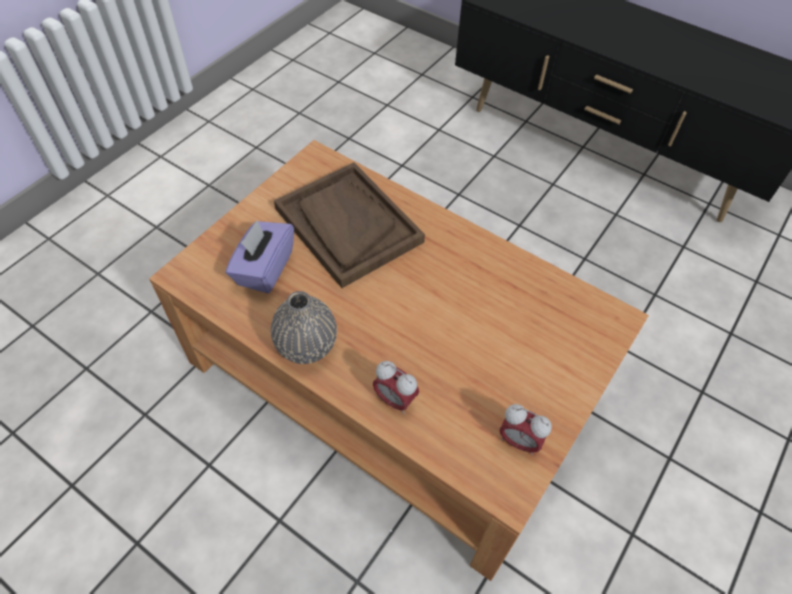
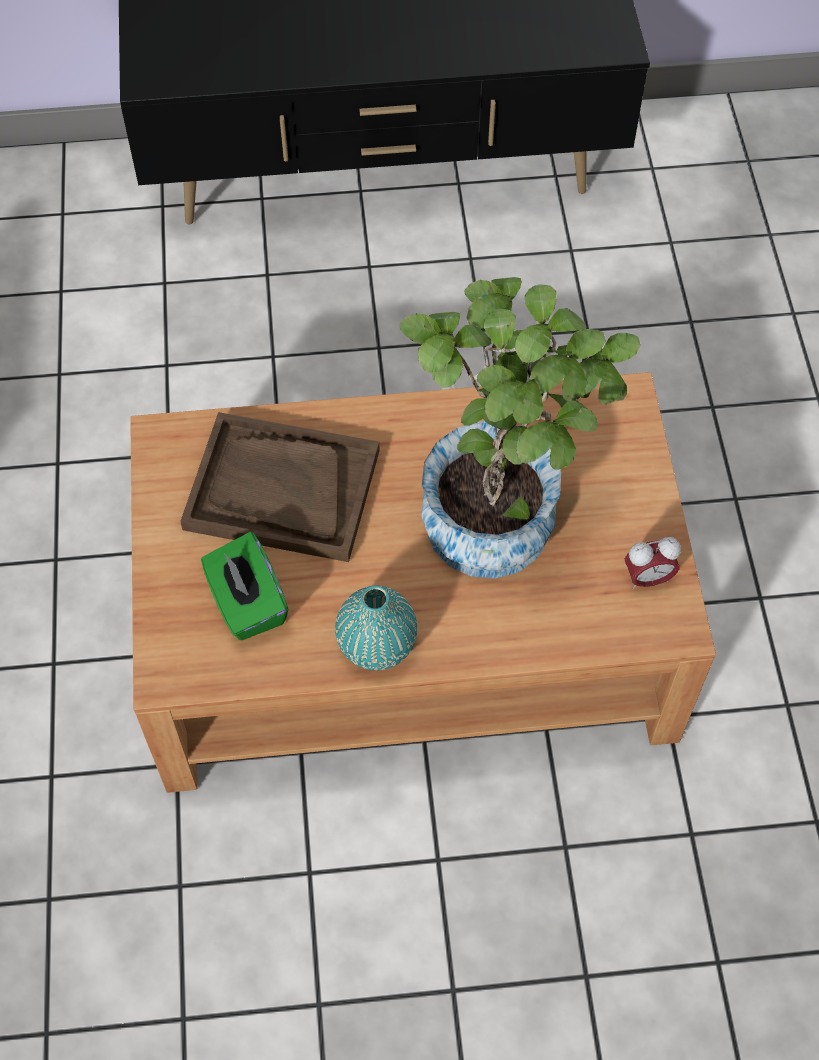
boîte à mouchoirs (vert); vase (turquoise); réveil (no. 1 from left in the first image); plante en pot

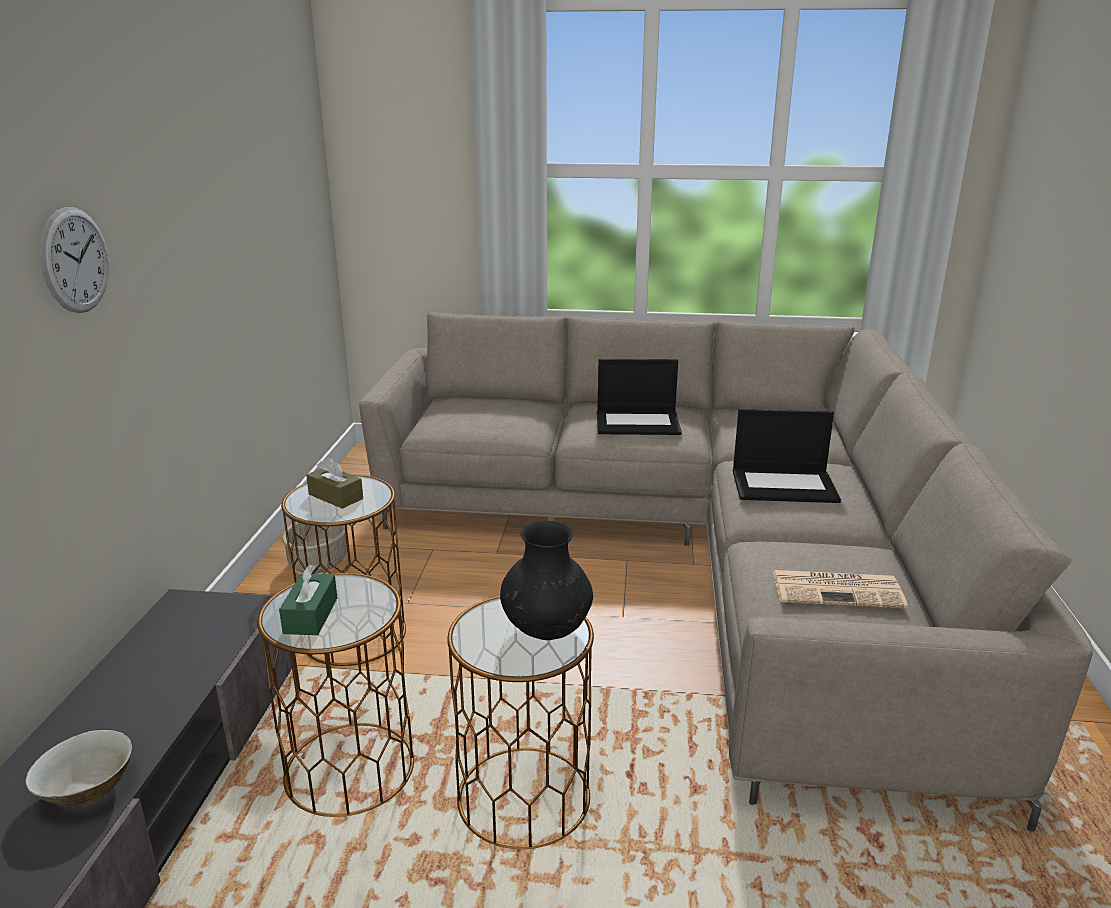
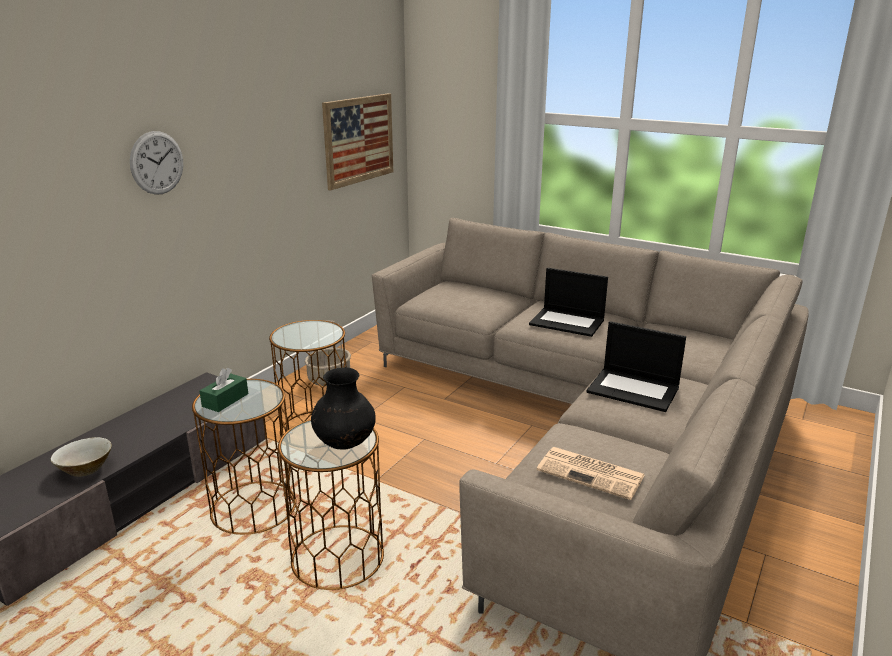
boîte à mouchoirs (marron); tableau

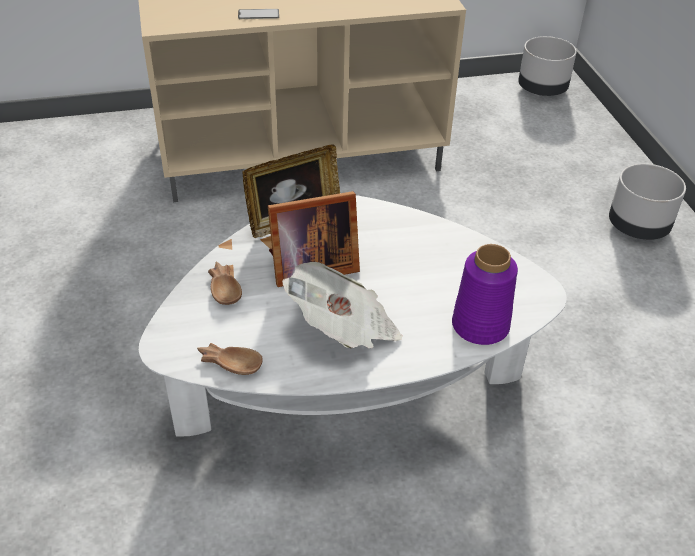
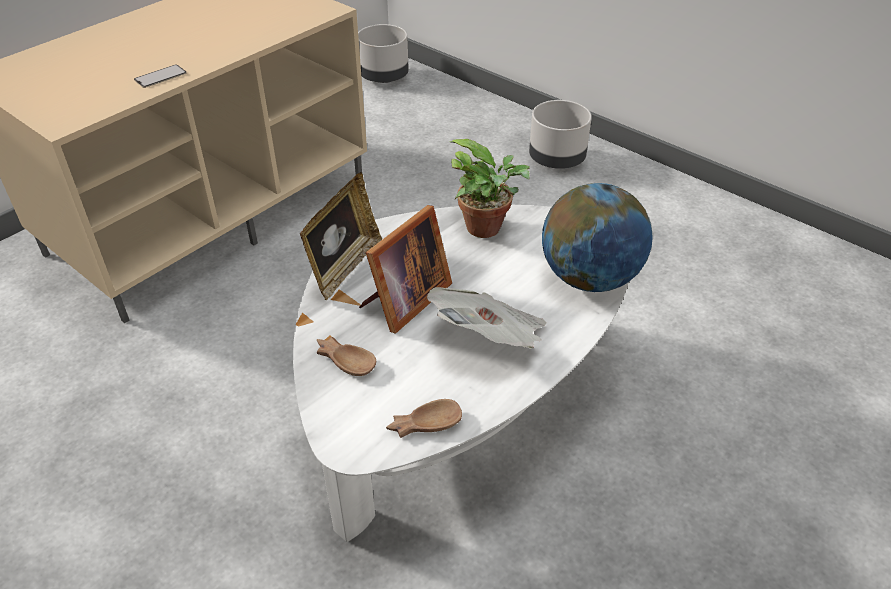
globe; plante en pot

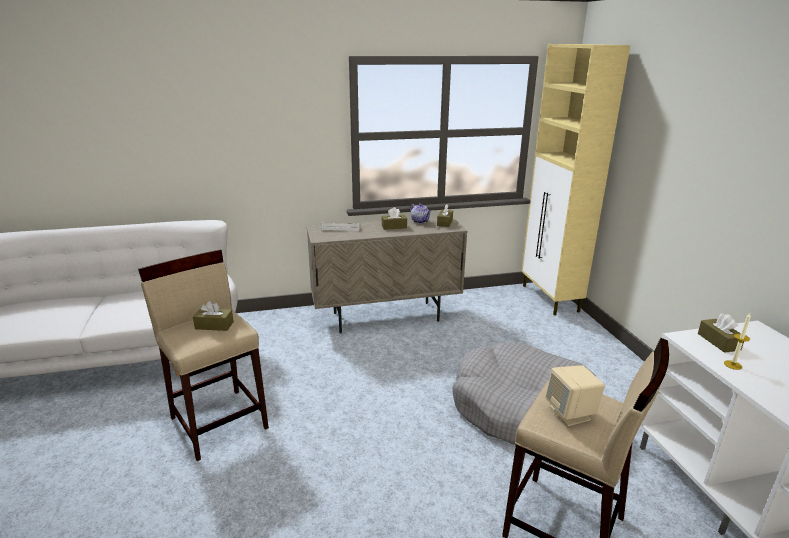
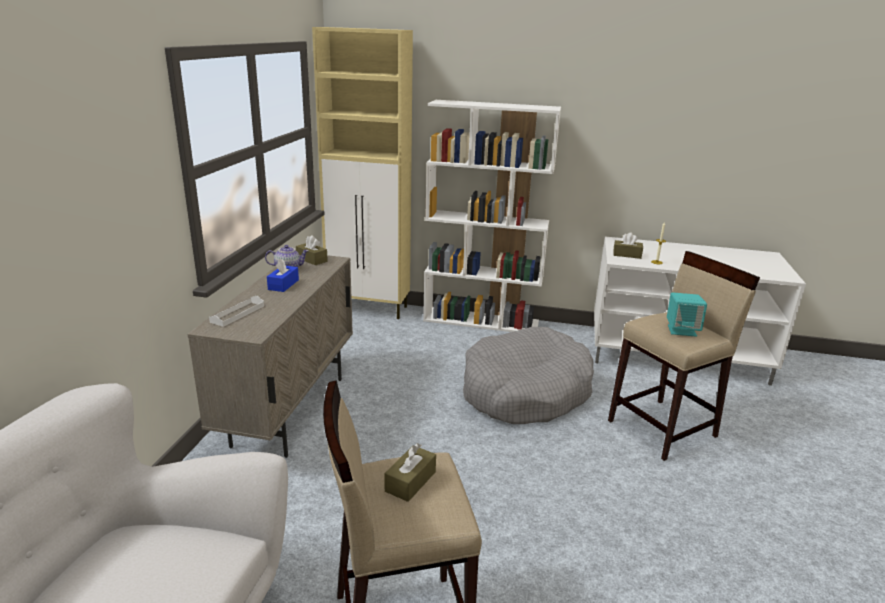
boîte à mouchoirs (bleu); enceinte (turquoise); bibliothèque (blanc)

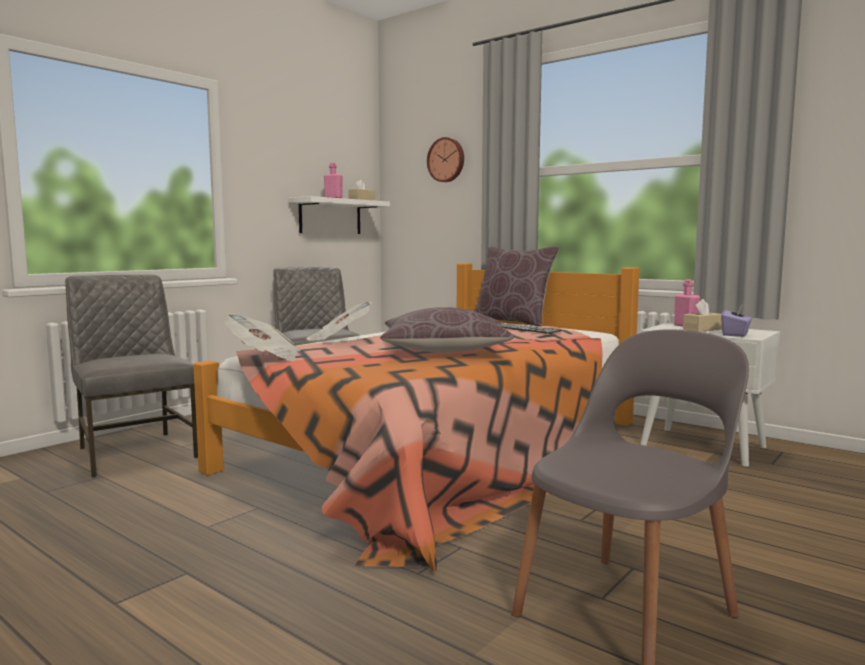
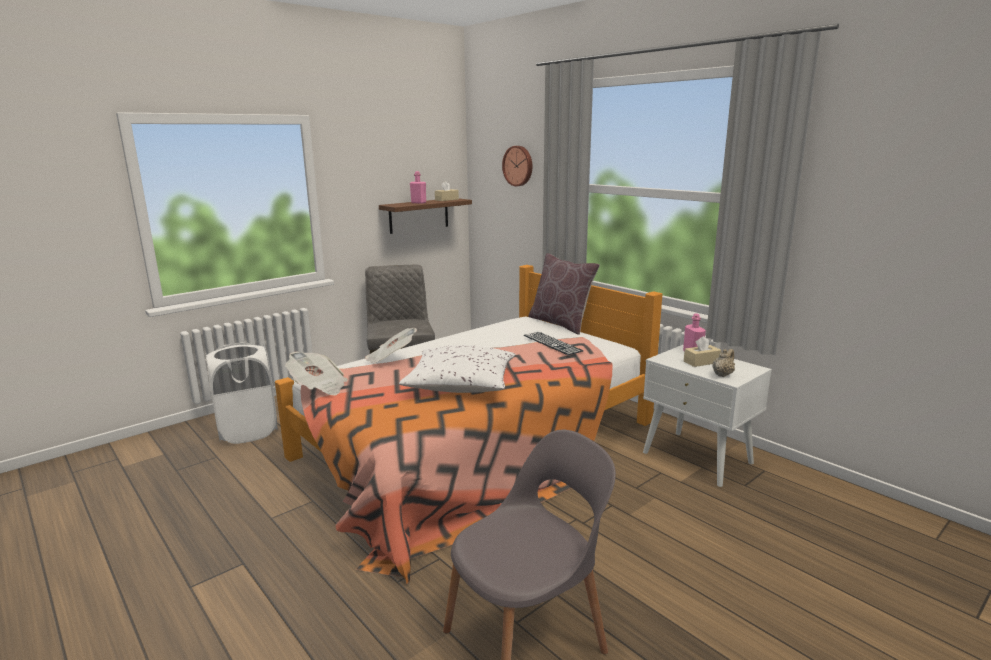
étagère (marron); panier à linge (blanc); théière (beige); coussin (blanc)

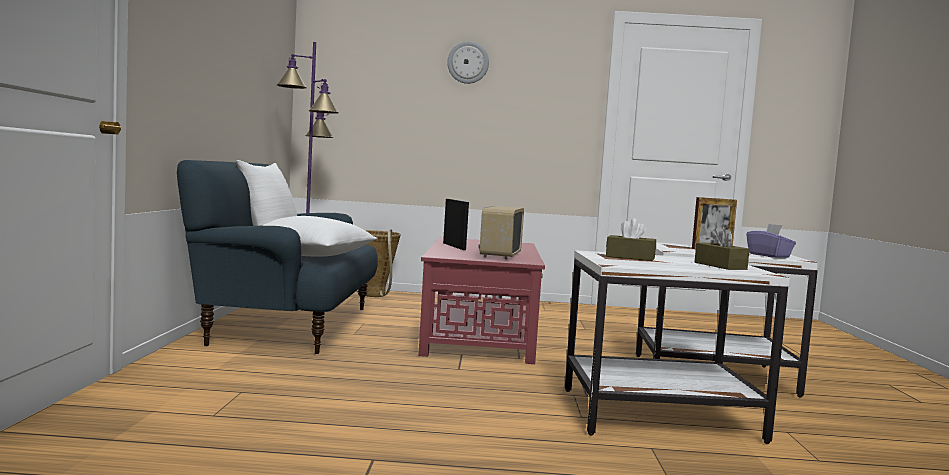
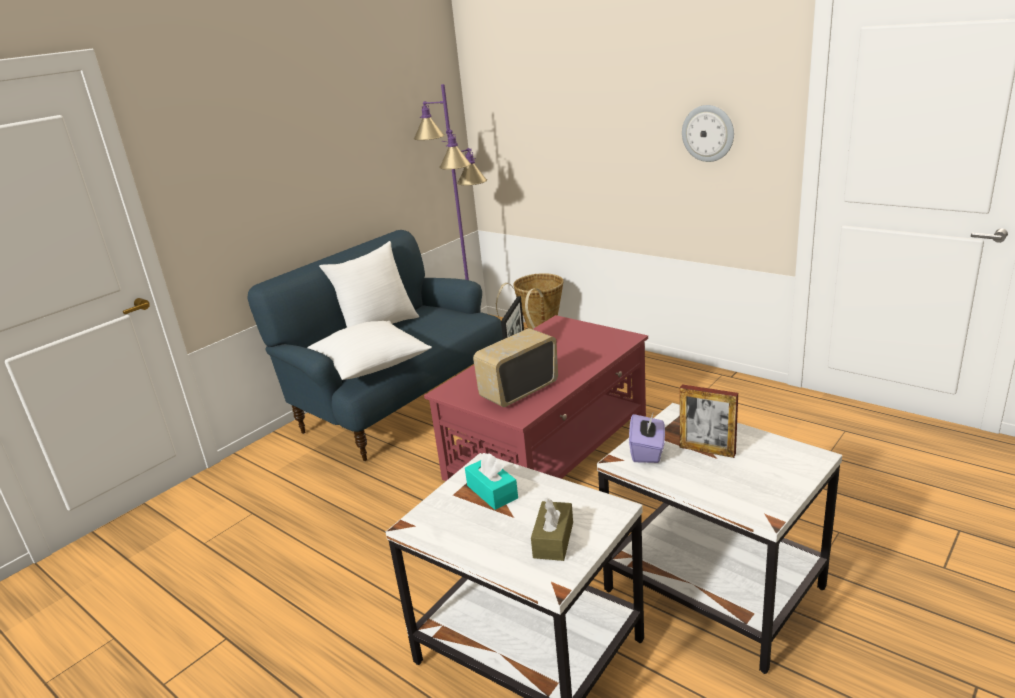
horloge murale; boîte à mouchoirs (turquoise); boîte à mouchoirs (violet)

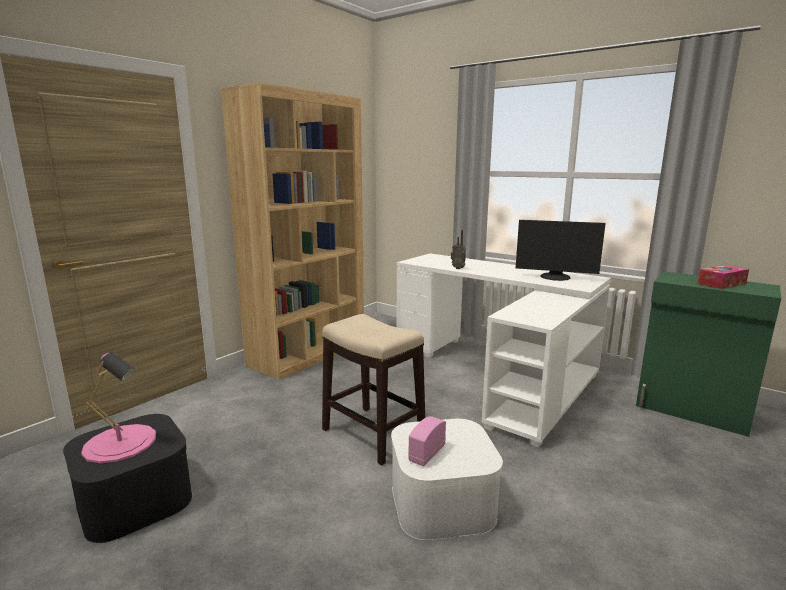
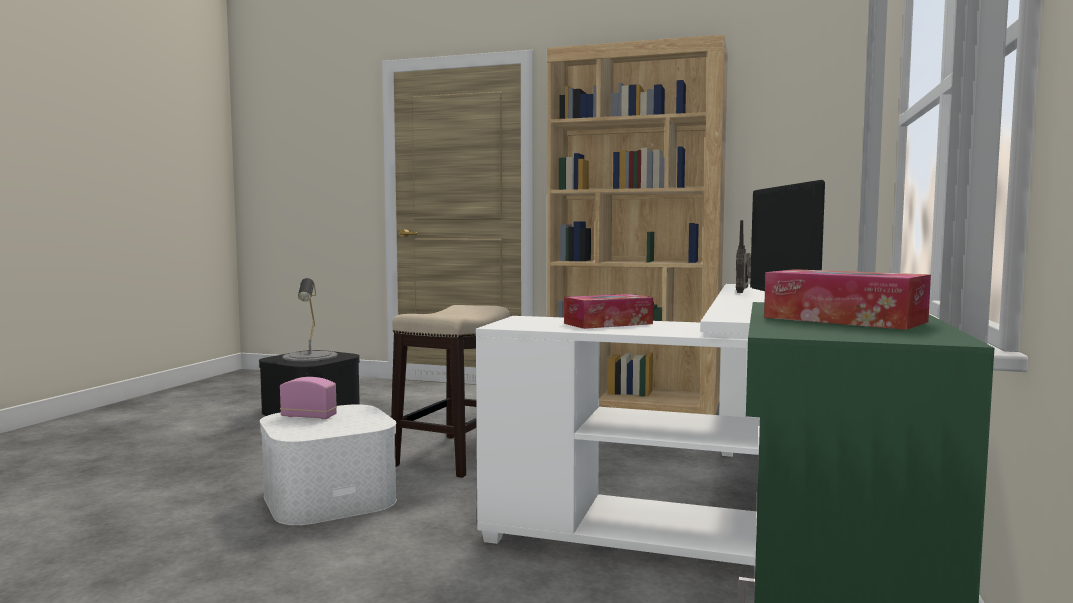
lampe de table (gris); boîte à mouchoirs (no. 1 from left)

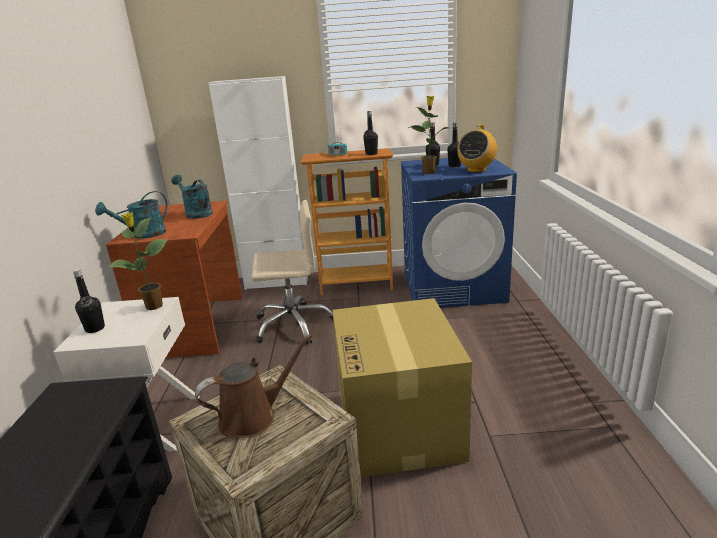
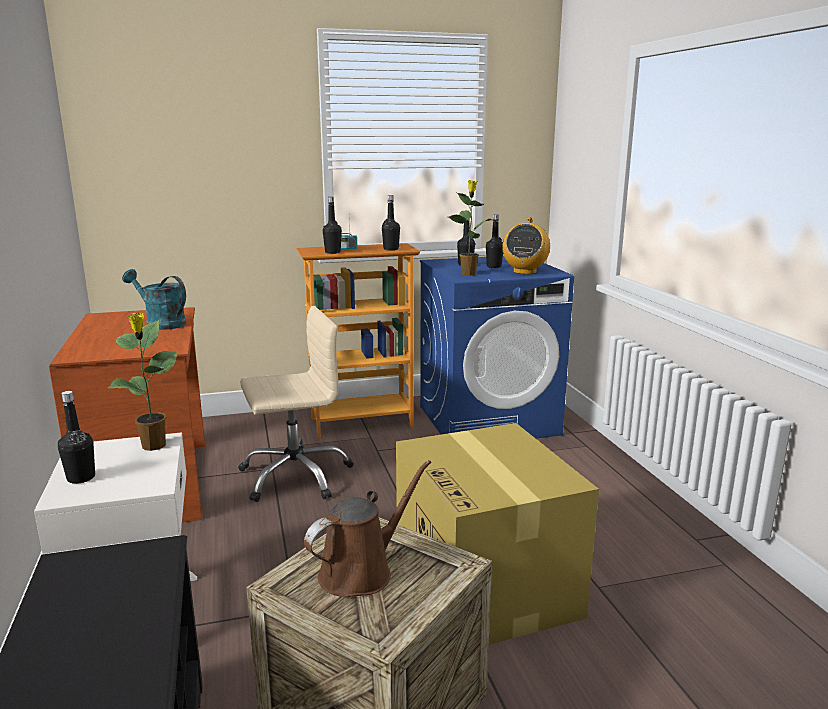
meuble de rangement (blanc); arrosoir (turquoise) (no. 1 from left in the first image); bouteille (noir) (no. 2 from left)

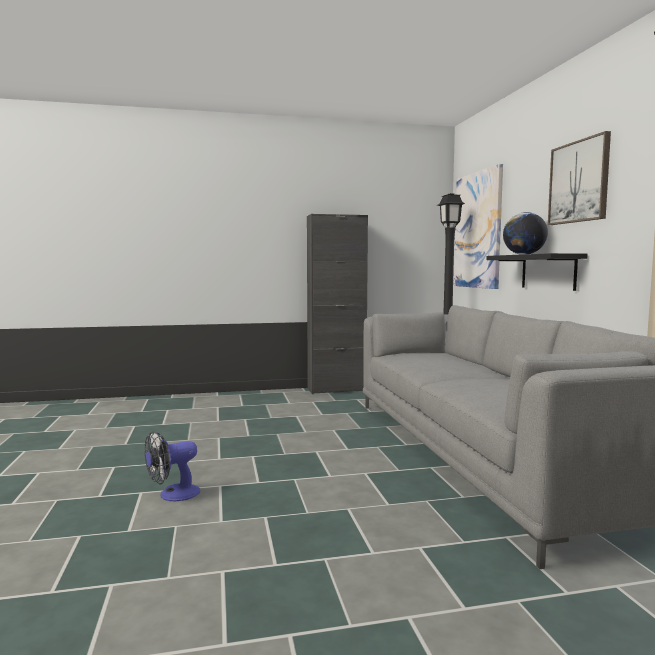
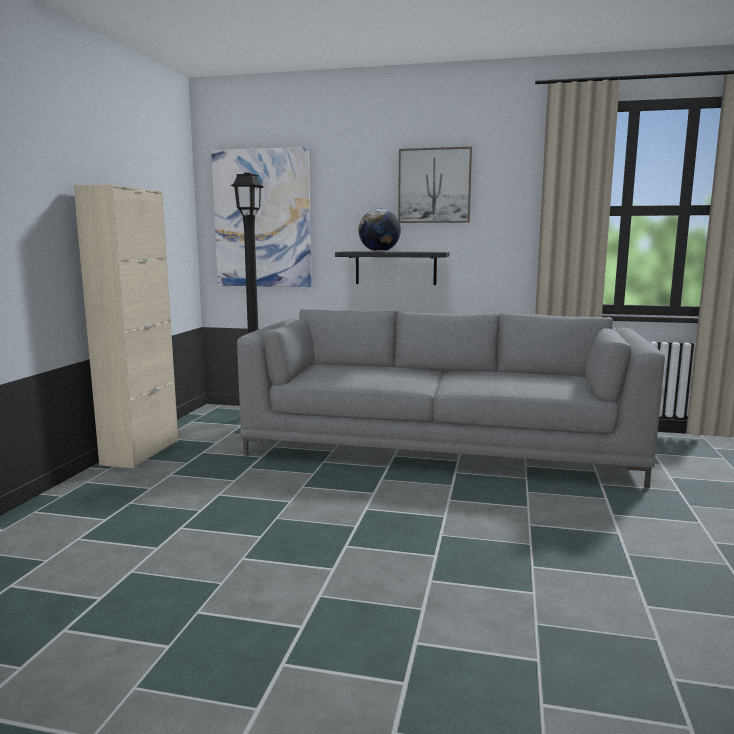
meuble de rangement (beige); ventilateur

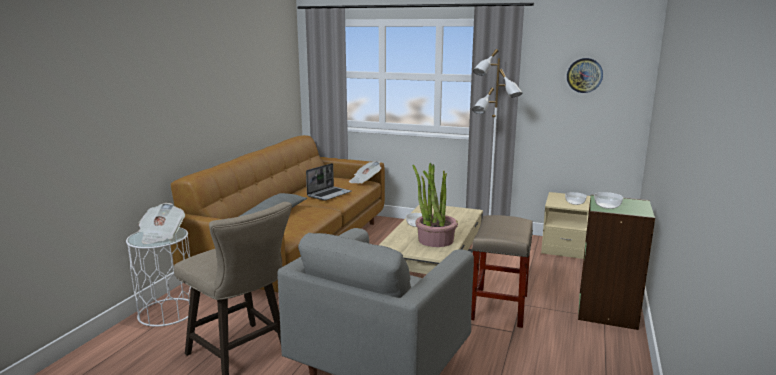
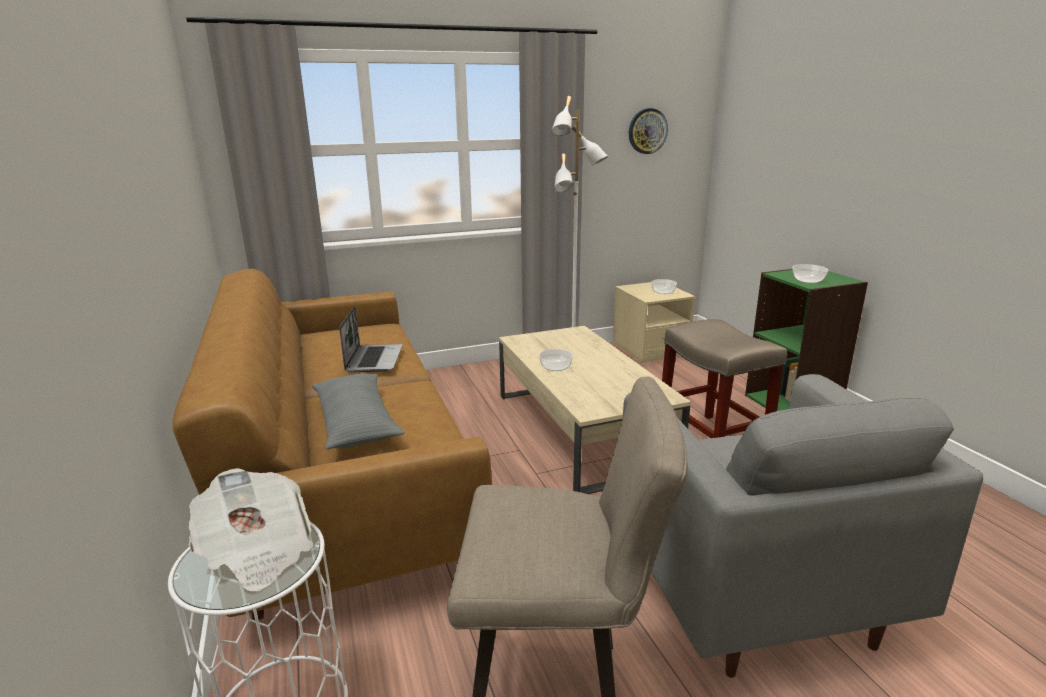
journal (no. 2 from left in the first image); plante en pot

